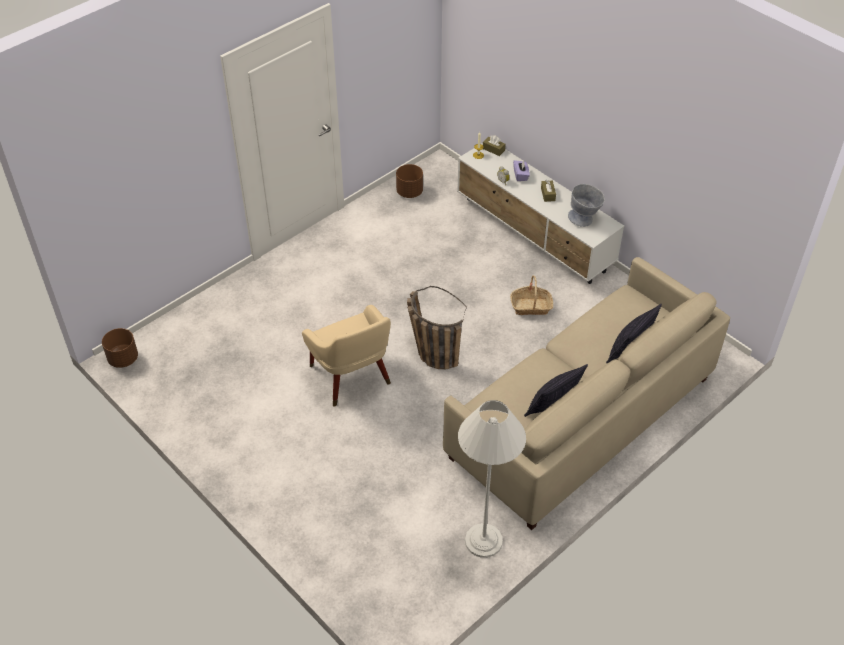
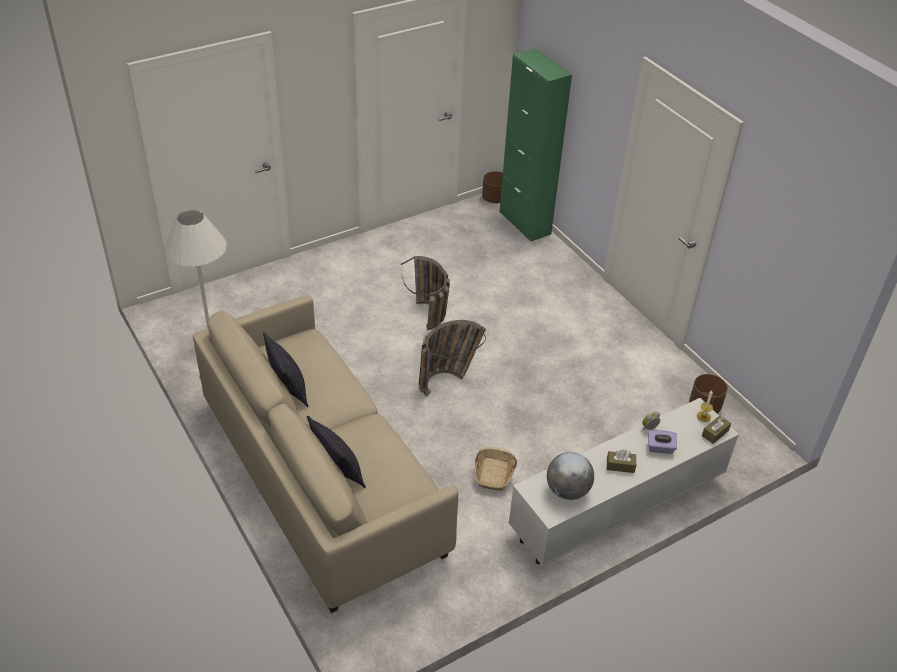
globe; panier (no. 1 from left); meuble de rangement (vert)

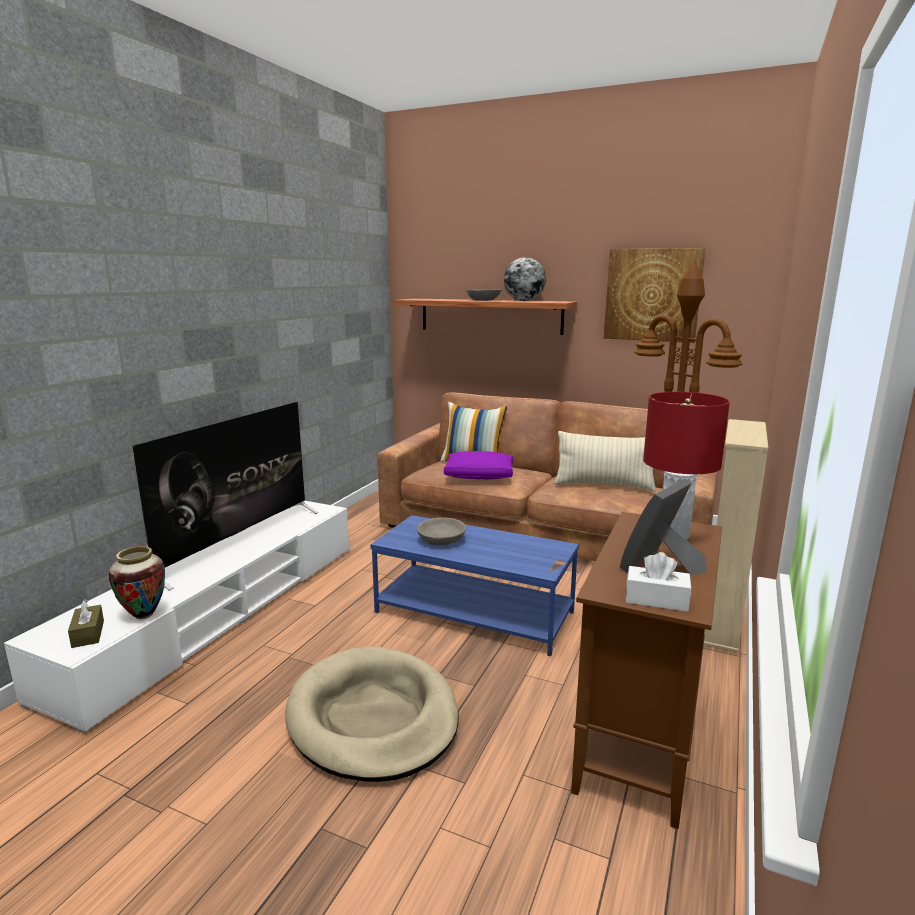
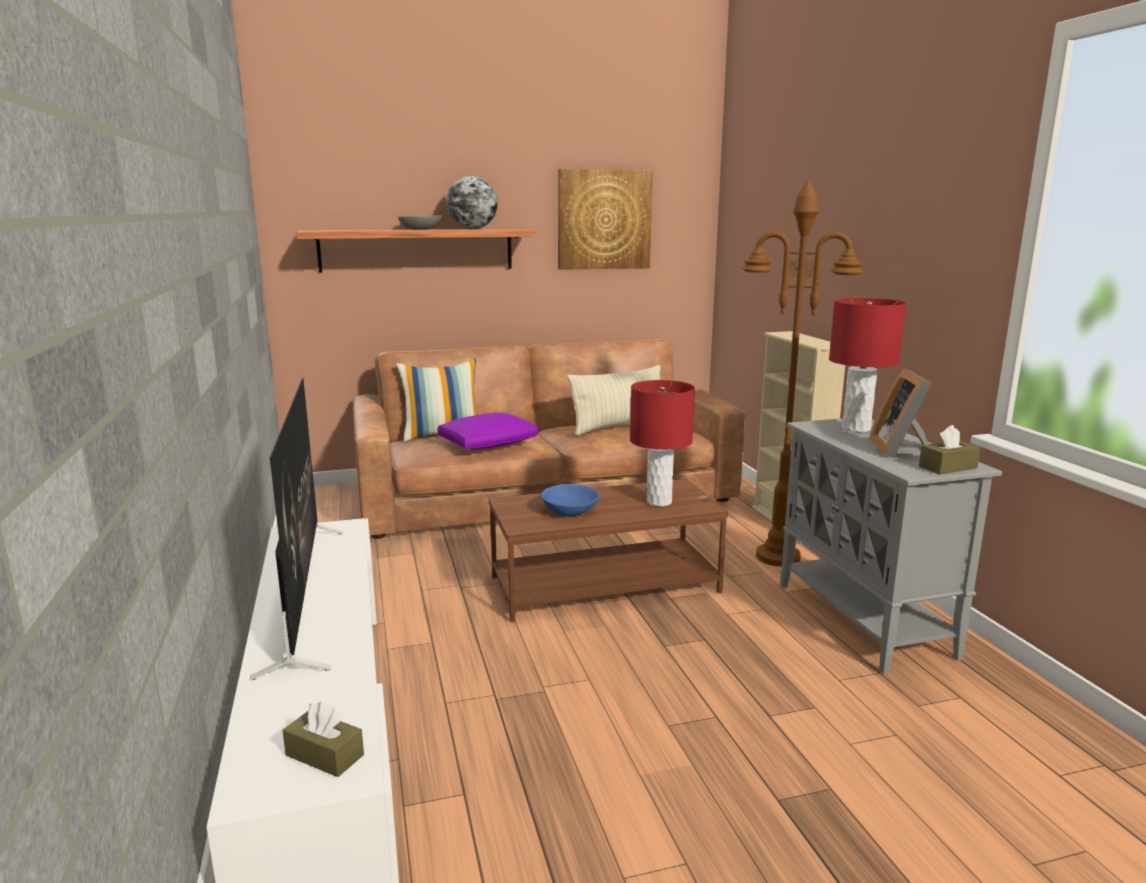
meuble de rangement (gris); table basse (marron); bol (bleu); vase; boîte à mouchoirs (marron) (no. 2 from left); panier pour chien (beige); lampe de table (rouge) (no. 1 from left)

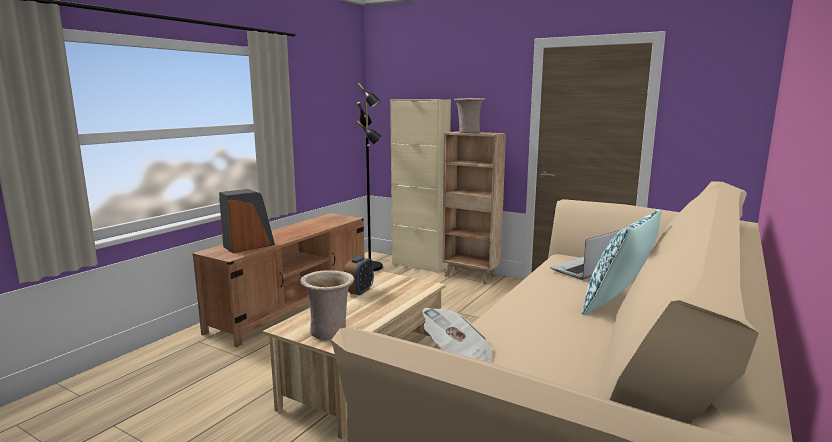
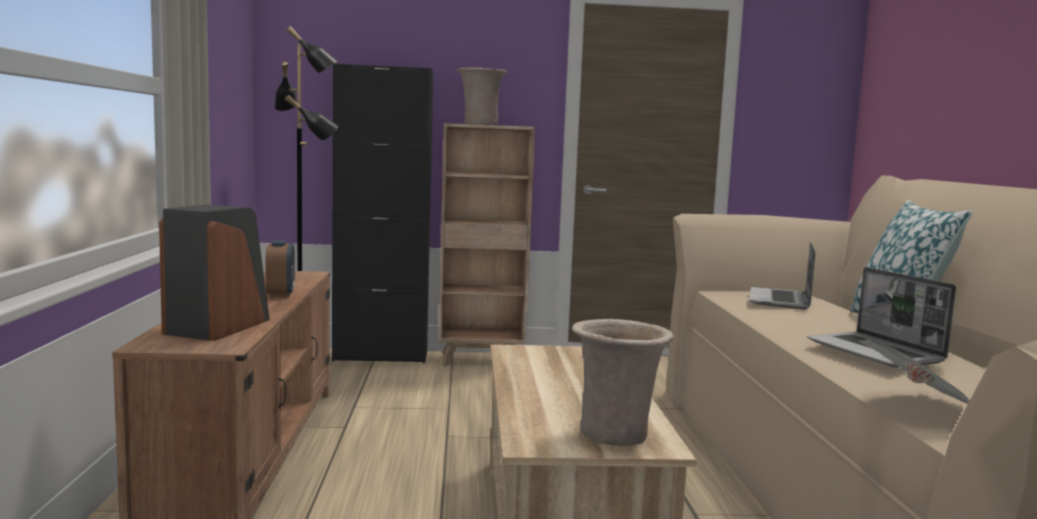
meuble de rangement (noir); réveil; ordinateur portable (no. 2 from left)

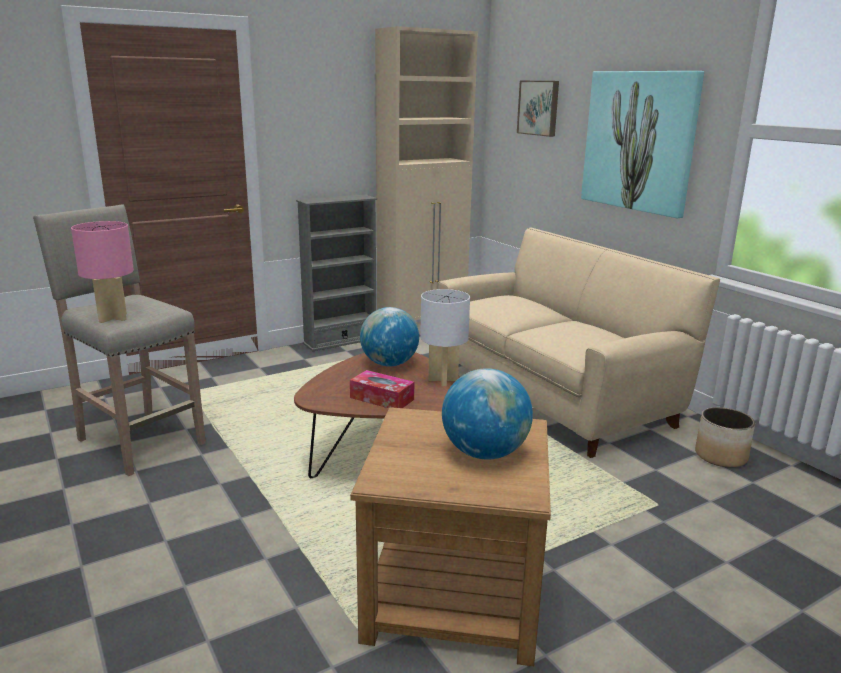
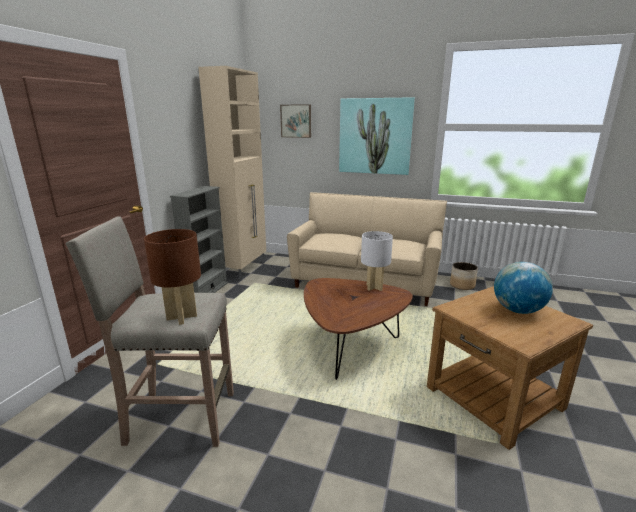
lampe de table (marron); globe (no. 1 from left in the first image); boîte à mouchoirs

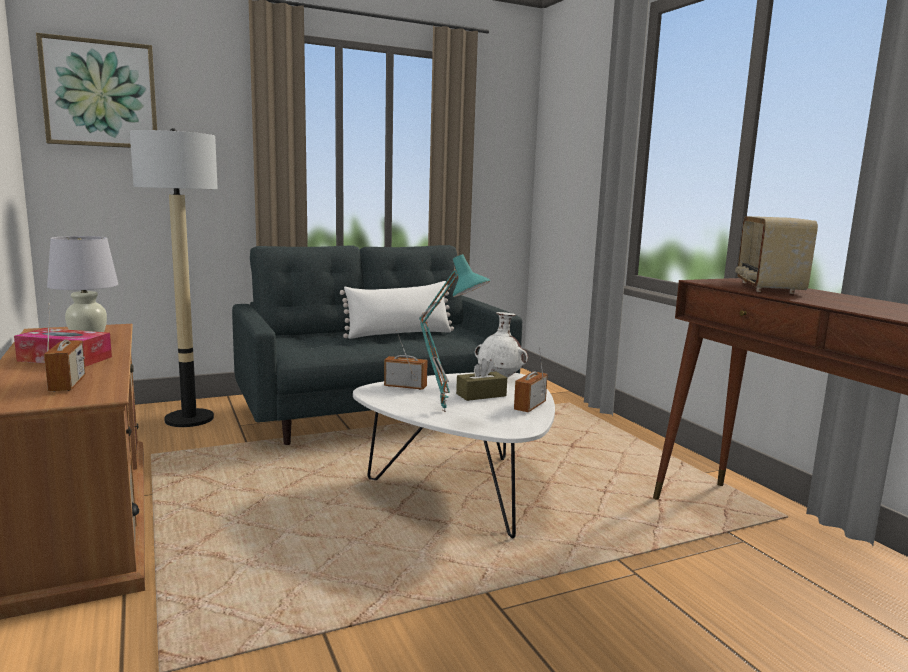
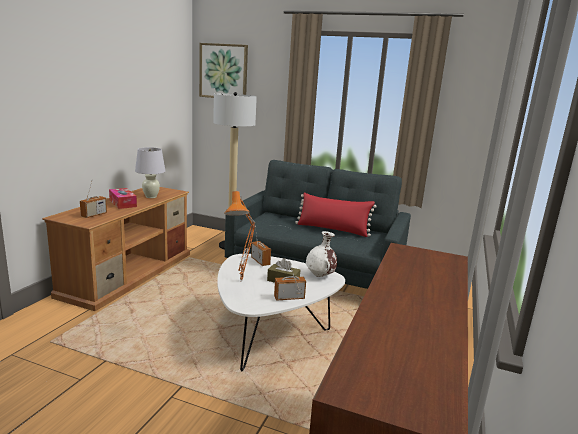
radio (no. 4 from left in the first image); lampe de table (orange); coussin (rouge)

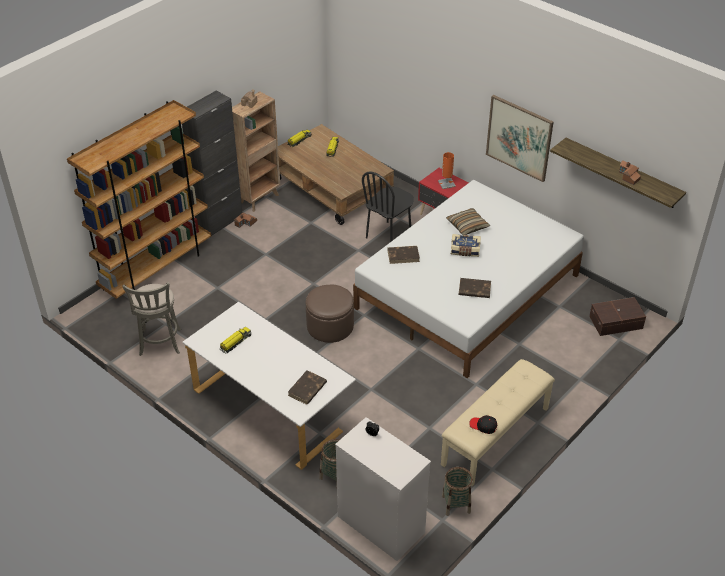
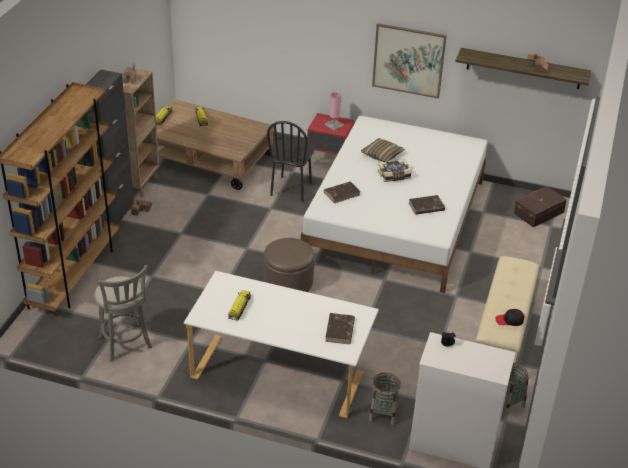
lampe de table (rose)

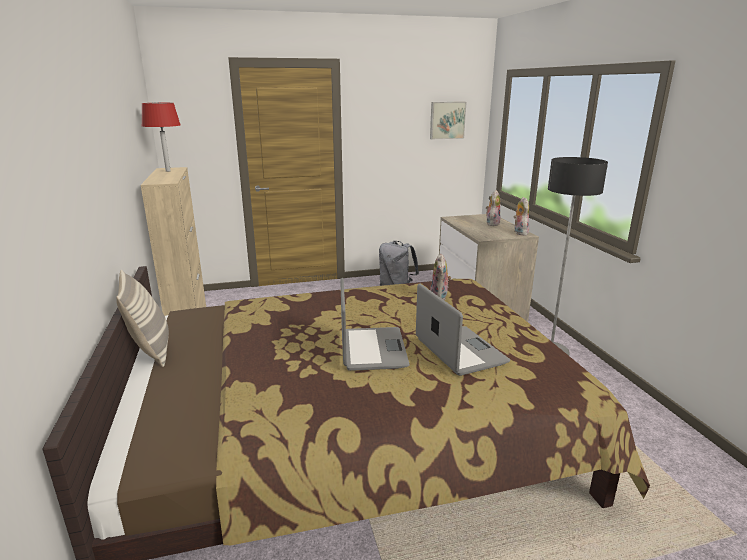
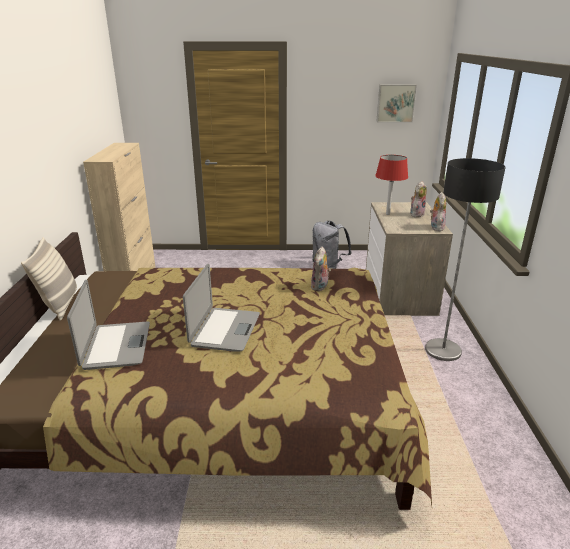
lampe de table (rouge); ordinateur portable (no. 1 from left)

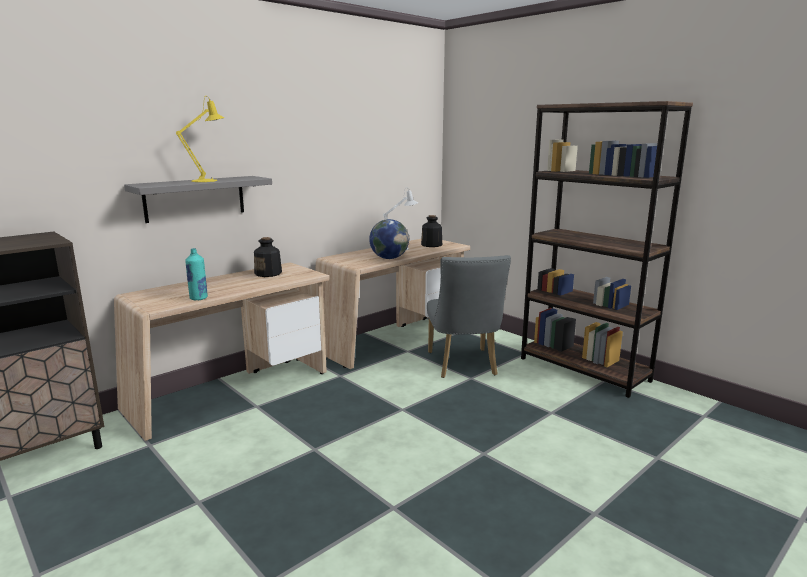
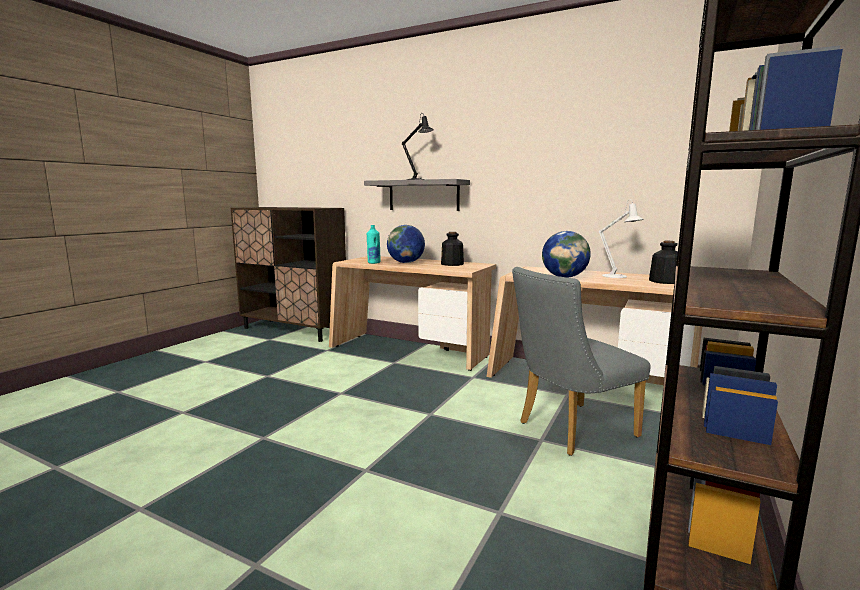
lampe de table (noir); globe (no. 1 from left)

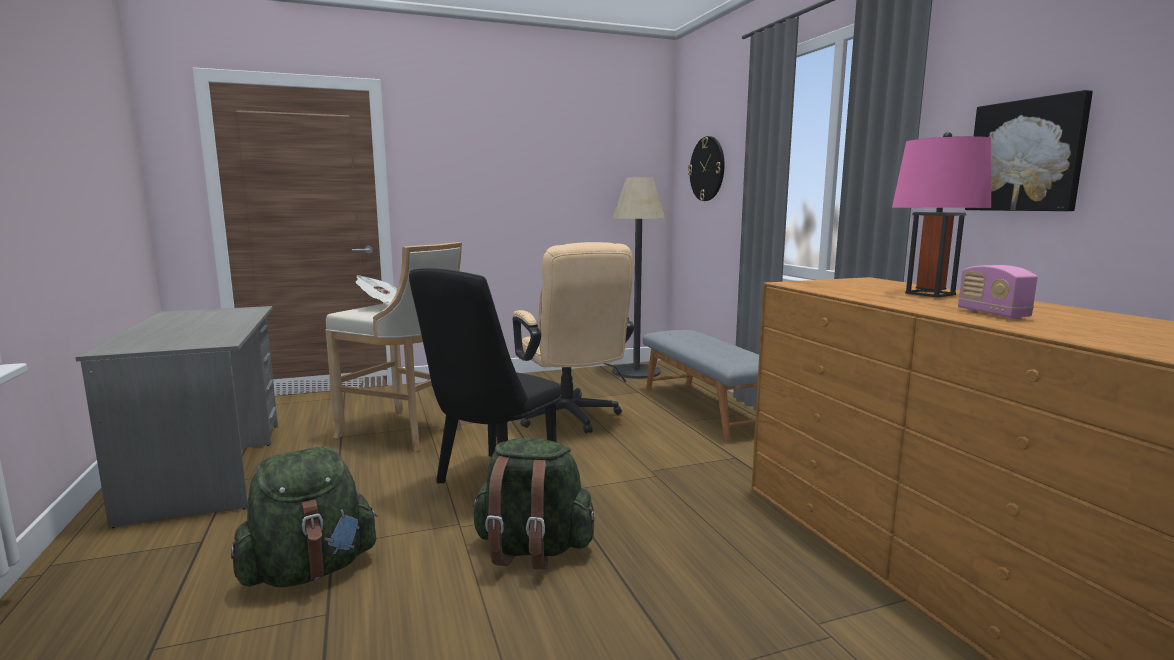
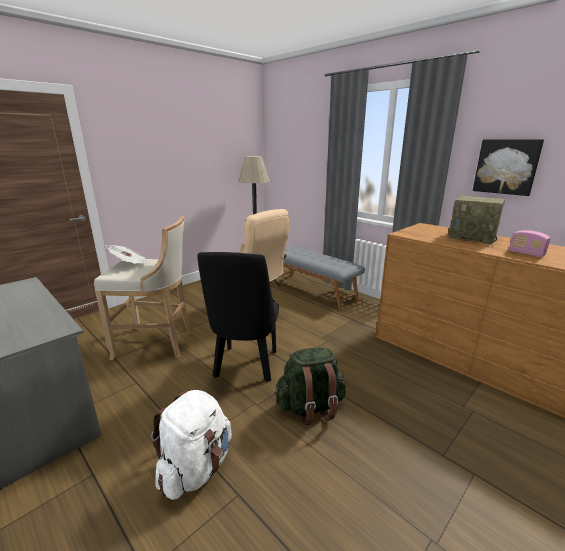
radio (no. 1 from left); horloge murale; sac à dos (blanc)

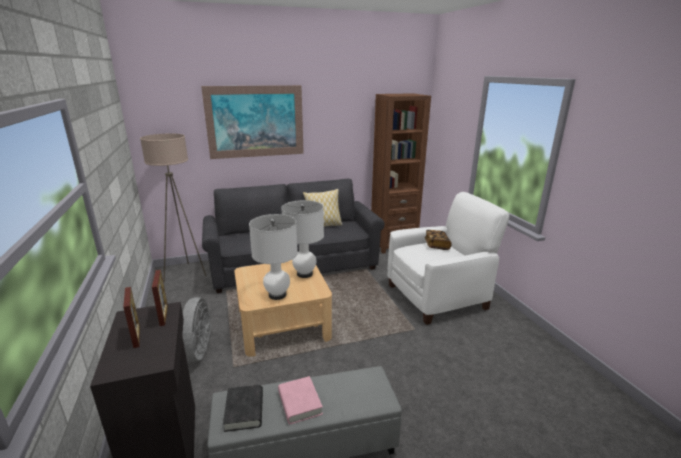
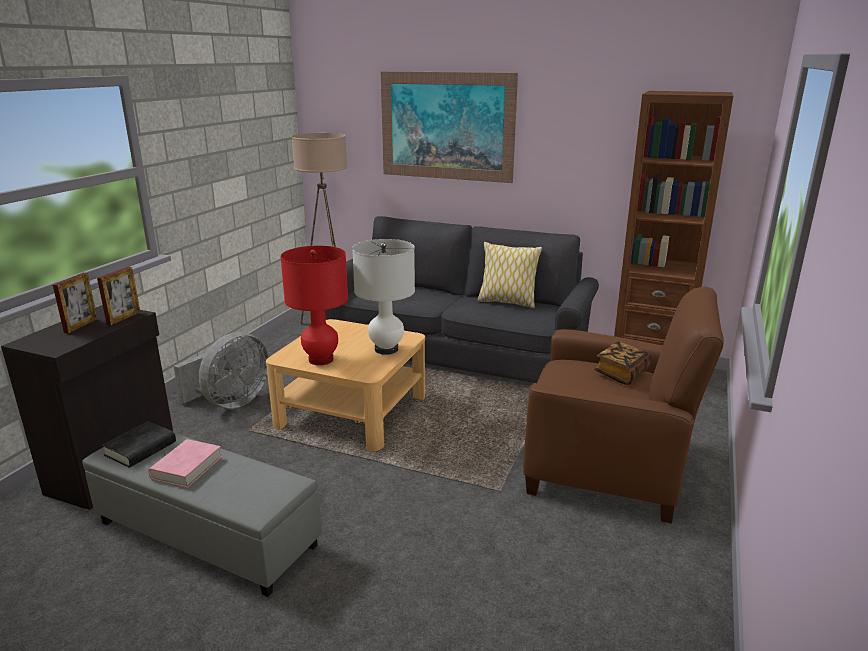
fauteuil (marron); lampe de table (rouge)

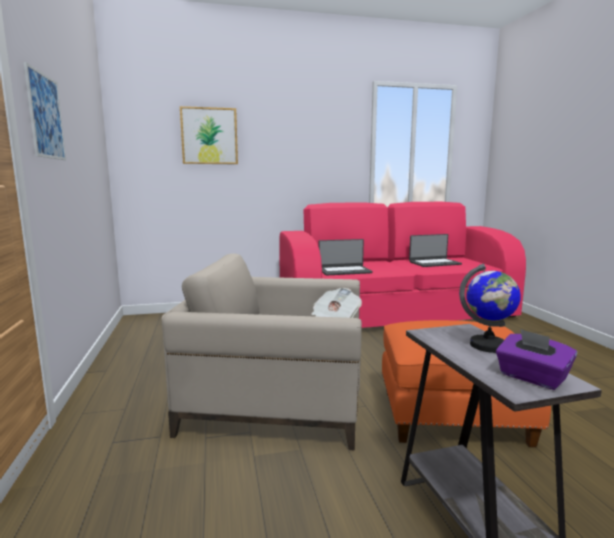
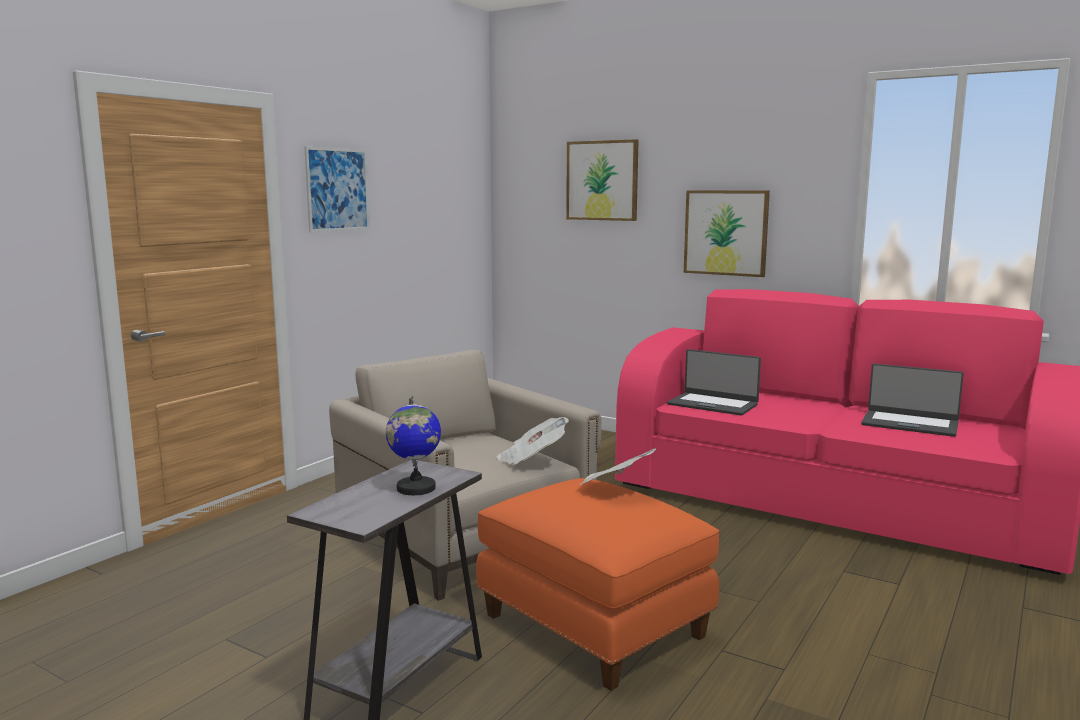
boîte à mouchoirs (violet); tableau (no. 3 from left); journal (no. 2 from left)

